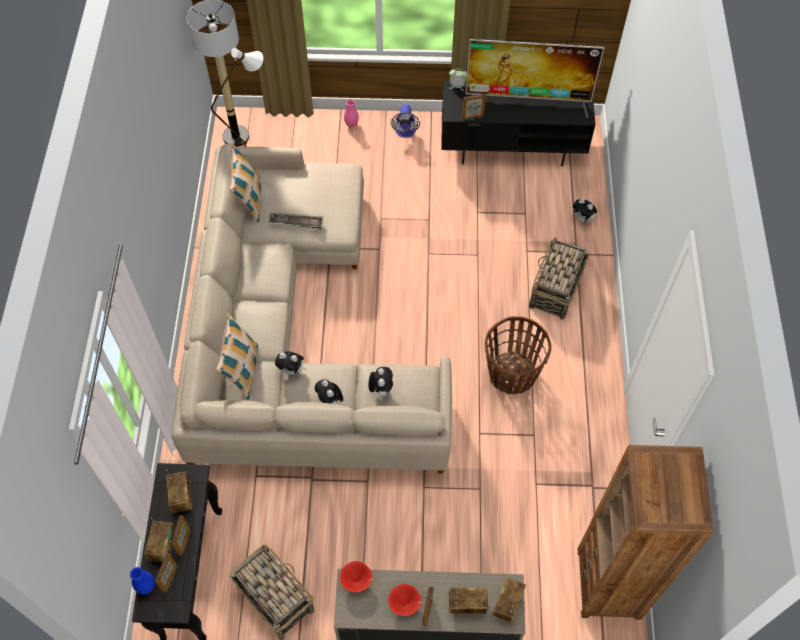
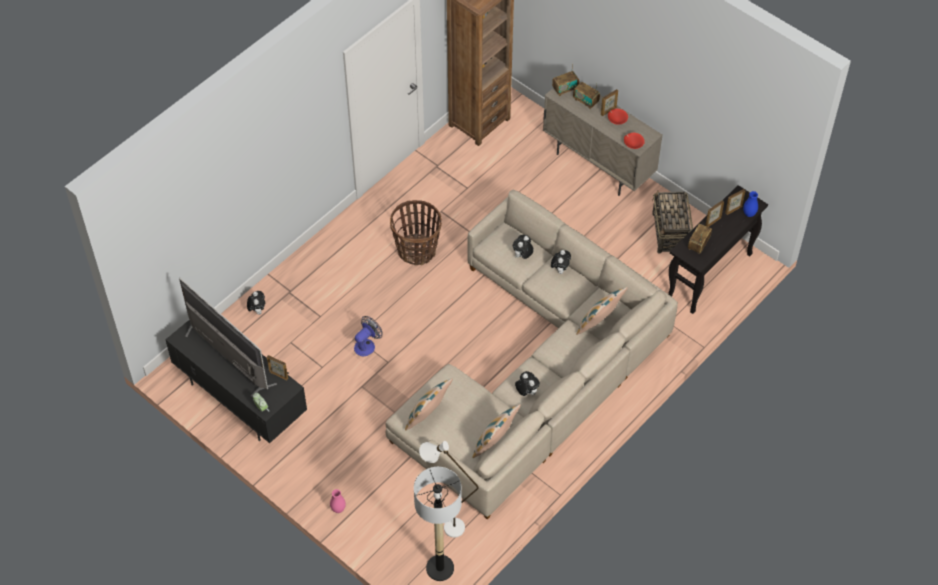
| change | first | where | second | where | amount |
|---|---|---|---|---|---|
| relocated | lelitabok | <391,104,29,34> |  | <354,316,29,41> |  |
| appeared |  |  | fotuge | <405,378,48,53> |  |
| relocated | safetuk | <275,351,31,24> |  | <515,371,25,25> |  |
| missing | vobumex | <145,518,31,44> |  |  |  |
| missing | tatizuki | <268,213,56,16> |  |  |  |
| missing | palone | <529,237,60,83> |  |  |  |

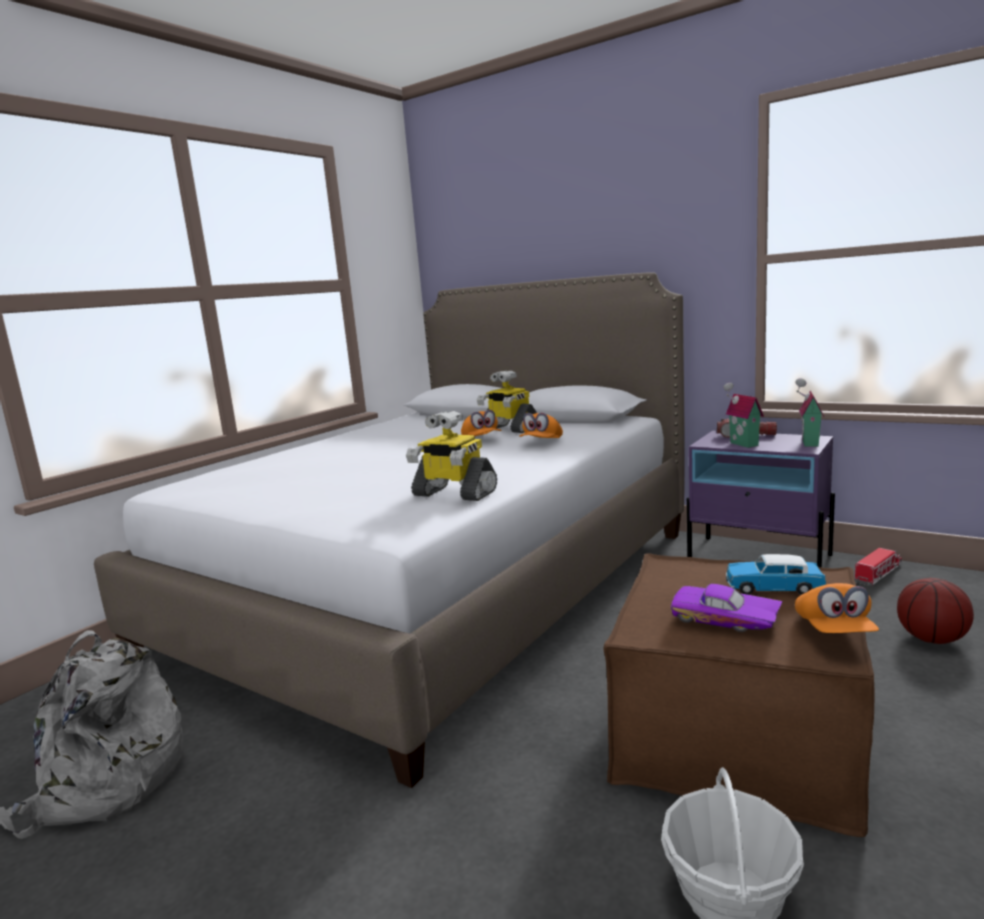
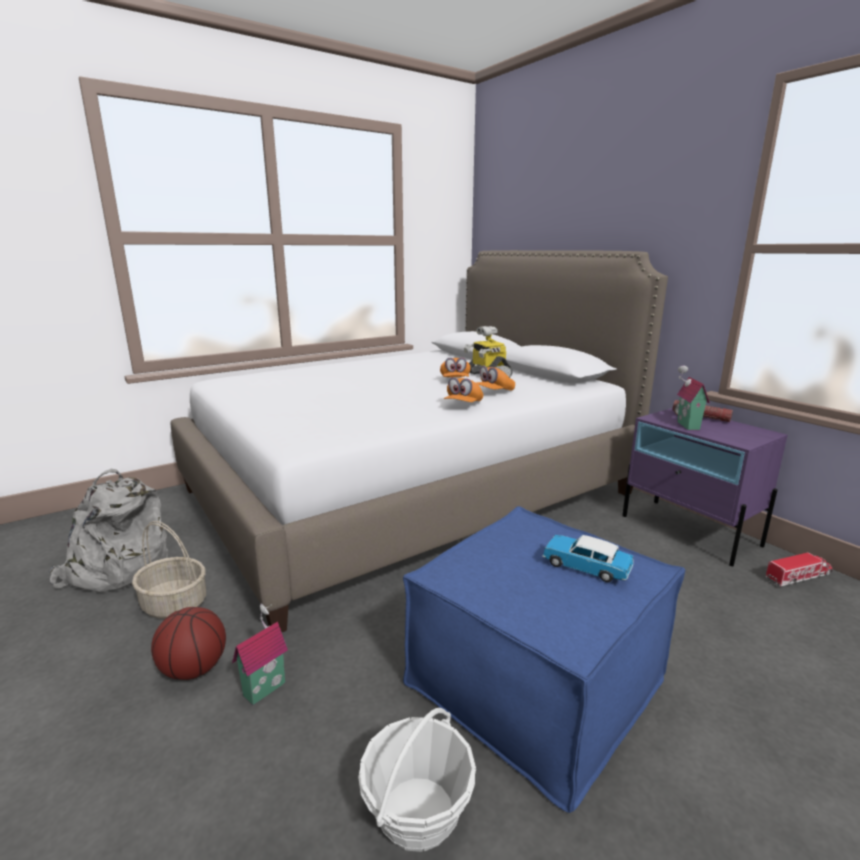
| change | first | where | second | where | amount |
|---|---|---|---|---|---|
| appeared |  |  | palone | <132,521,74,98> |  |
| relocated | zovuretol | <897,578,77,66> |  | <151,607,75,73> |  |
| relocated | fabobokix | <795,378,29,69> |  | <232,603,56,102> |  |
| colour | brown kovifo | <603,553,272,284> | blue kovifo | <403,506,282,307> |  |
| relocated | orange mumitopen | <795,583,84,50> |  | <444,377,39,25> |  |
| missing | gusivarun | <406,411,91,90> |  |  |  |
| missing | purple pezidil | <671,584,112,48> |  |  |  |

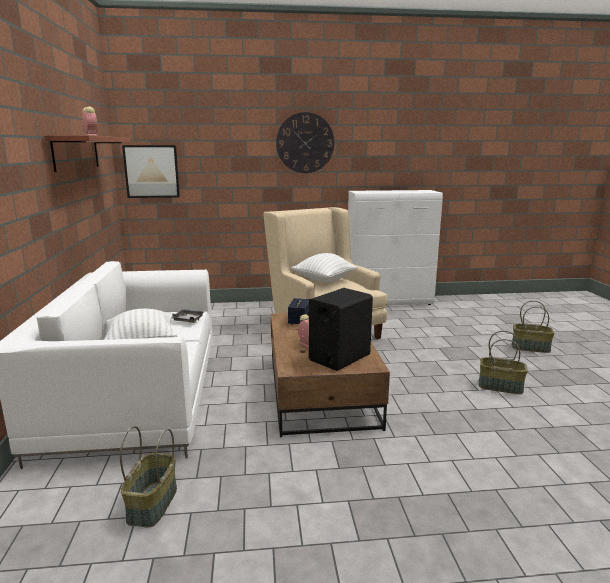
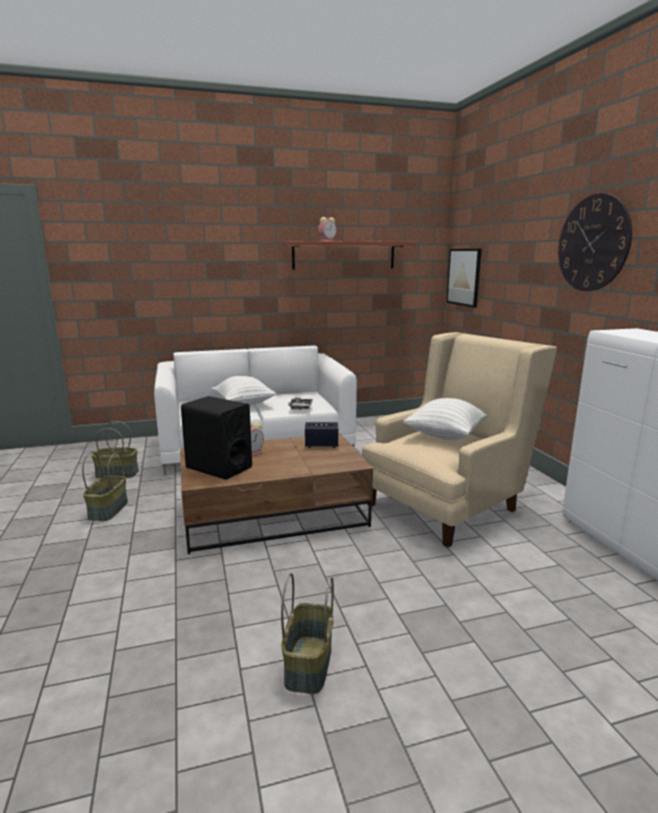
| change | first | where | second | where | amount |
|---|---|---|---|---|---|
| relocated | palone | <512,300,43,53> |  | <82,452,46,69> |  |

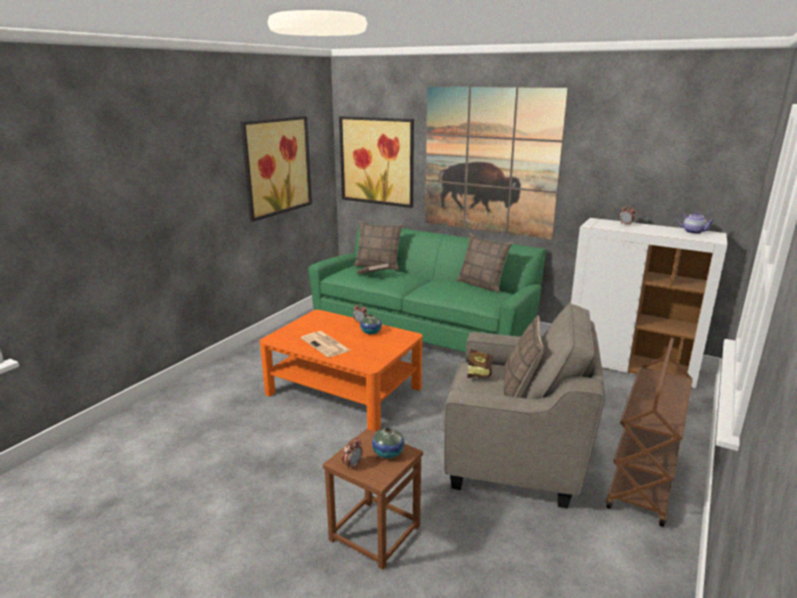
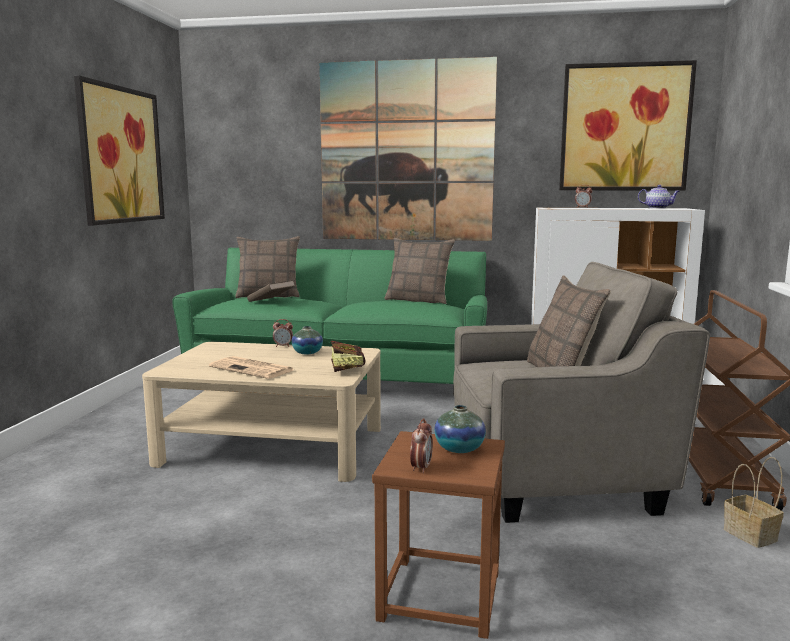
| change | first | where | second | where | amount |
|---|---|---|---|---|---|
| colour | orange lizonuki | <260,310,162,122> | beige lizonuki | <142,342,239,140> |  |
| relocated | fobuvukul | <467,349,26,29> |  | <330,341,36,31> |  |
| relocated | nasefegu | <339,116,75,92> |  | <559,60,138,130> |  |
| appeared |  |  | palone | <724,457,60,91> |  |

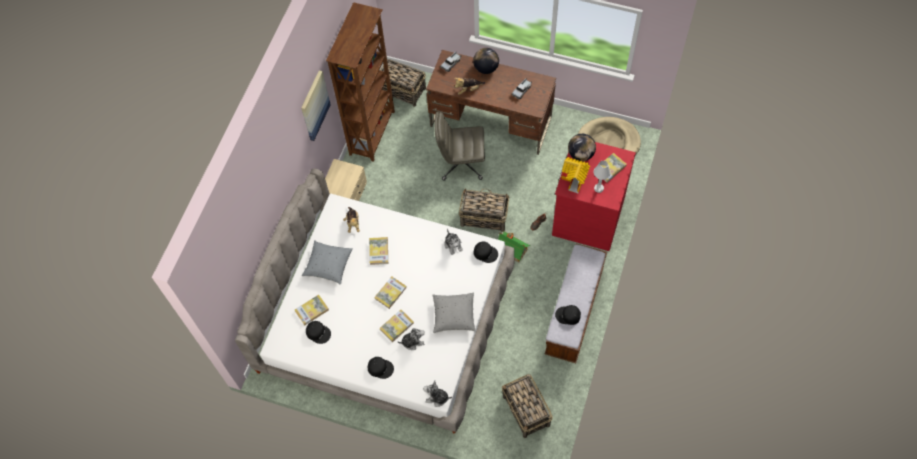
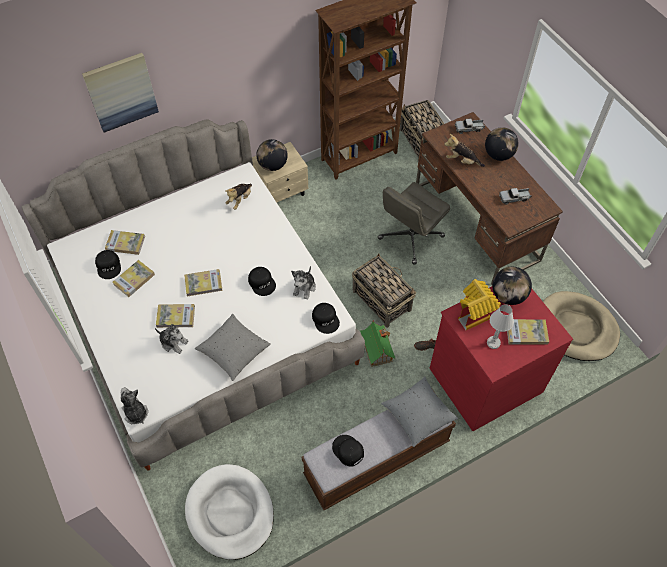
| change | first | where | second | where | amount |
|---|---|---|---|---|---|
| relocated | nasefegu | <301,70,30,71> |  | <82,53,77,79> |  |
| relocated | fobuvukul | <369,237,19,28> |  | <112,260,43,37> |  |
| exchanged | palone | <502,374,51,64> | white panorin | <185,464,89,96> |  |
| relocated | black mumitopen | <368,357,26,22> |  | <248,267,28,29> |  |
| appeared |  |  | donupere | <256,139,32,32> |  |
| spun | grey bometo | <435,112,50,68> |  | <378,182,72,82> | 90 degrees counterclockwise |
| relocated | grey fotuge | <302,240,51,44> |  | <381,376,77,71> |  |

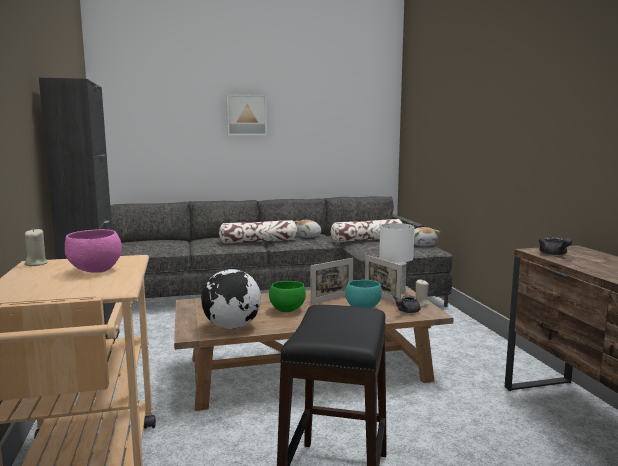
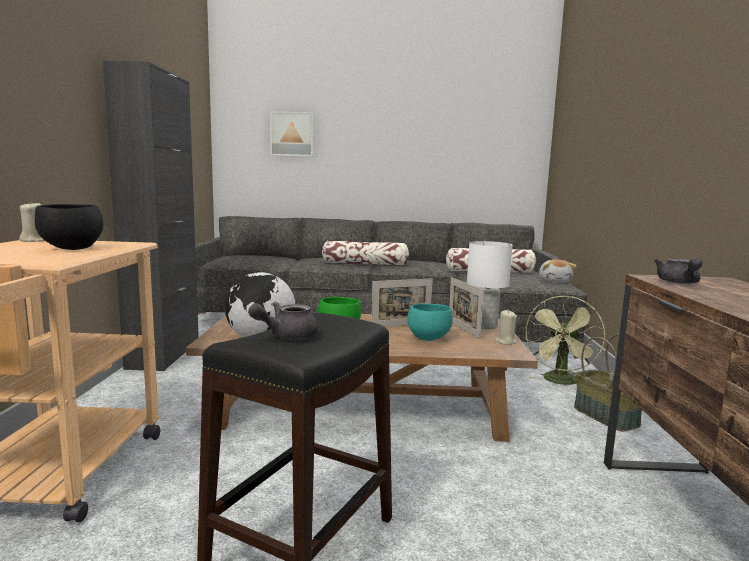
| change | first | where | second | where | amount |
|---|---|---|---|---|---|
| colour | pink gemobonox | <65,229,57,44> | black gemobonox | <35,204,68,46> |  |
| relocated | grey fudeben | <393,295,27,18> |  | <248,302,70,37> |  |
| relocated | nasefegu | <226,94,41,41> |  | <270,111,44,46> |  |
| appeared |  |  | green lelitabok | <525,296,80,89> |  |
| appeared |  |  | palone | <574,334,68,97> |  |
| missing | safetuk | <294,220,27,18> |  |  |  |

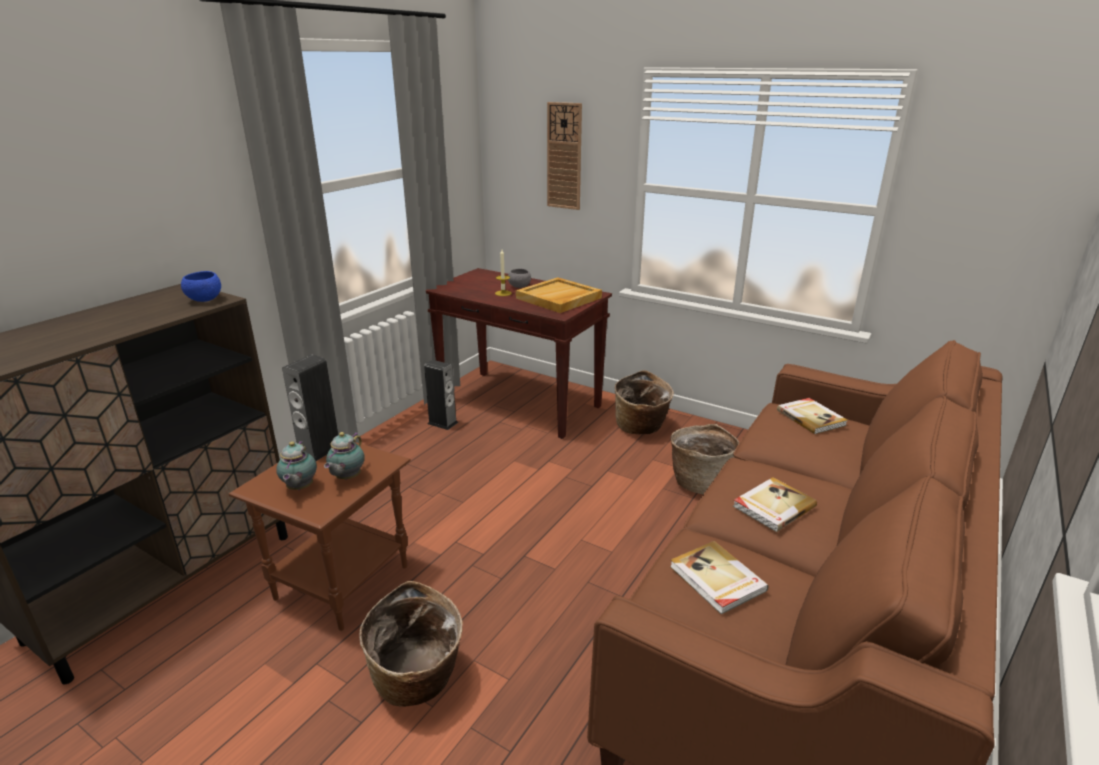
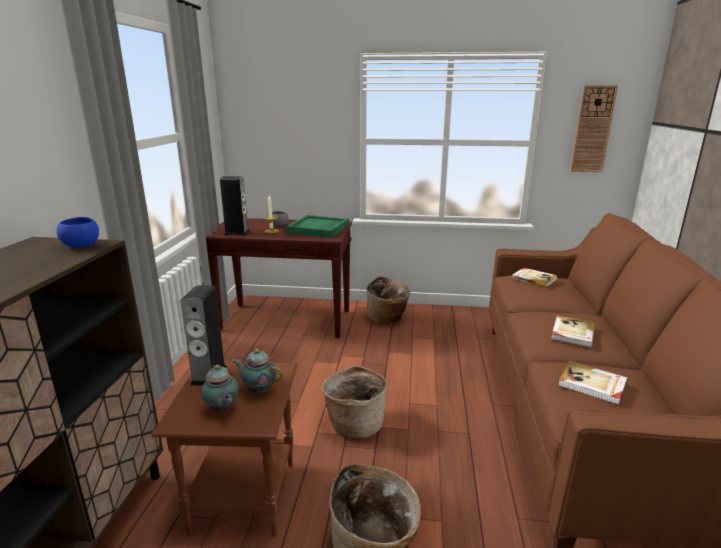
| change | first | where | second | where | amount |
|---|---|---|---|---|---|
| relocated | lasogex | <424,360,34,70> |  | <220,176,29,59> |  |
| spun | fudeben | <324,432,41,48> |  | <232,349,51,45> | 120 degrees clockwise |
| colour | beige tatizuki | <516,277,86,36> | green tatizuki | <286,215,63,23> |  |
| relocated | palone | <671,424,68,70> |  | <322,365,65,73> |  |
| relocated | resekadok | <547,102,35,108> |  | <570,85,48,87> |  |

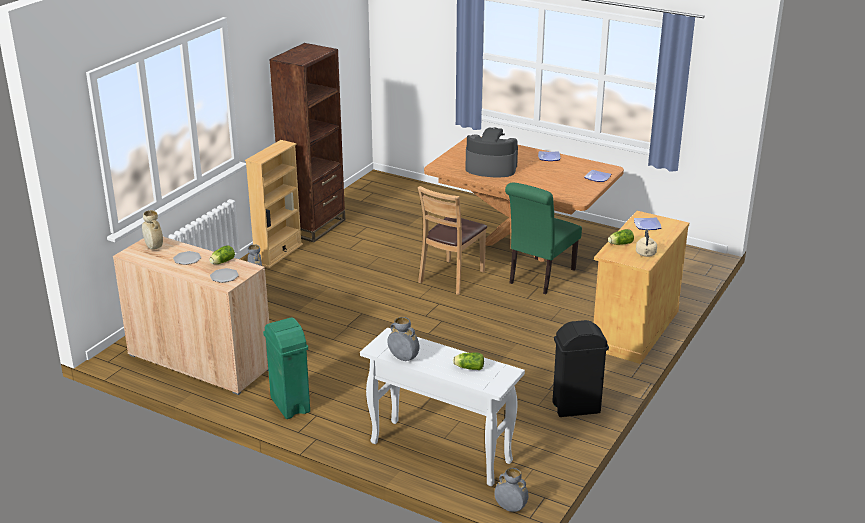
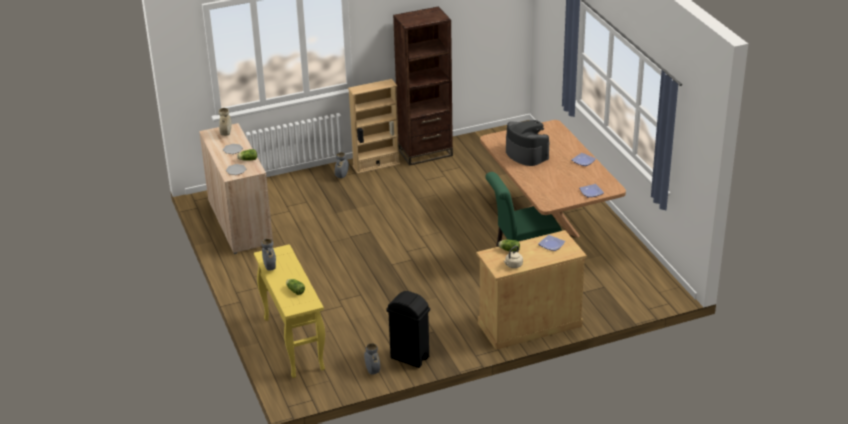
| change | first | where | second | where | amount |
|---|---|---|---|---|---|
| colour | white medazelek | <360,328,165,158> | yellow medazelek | <254,244,71,134> |  |
| relocated | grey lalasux | <495,468,33,44> |  | <364,343,16,31> |  |
| missing | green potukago | <263,317,47,102> |  |  |  |
| missing | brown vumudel | <418,186,69,109> |  |  |  |

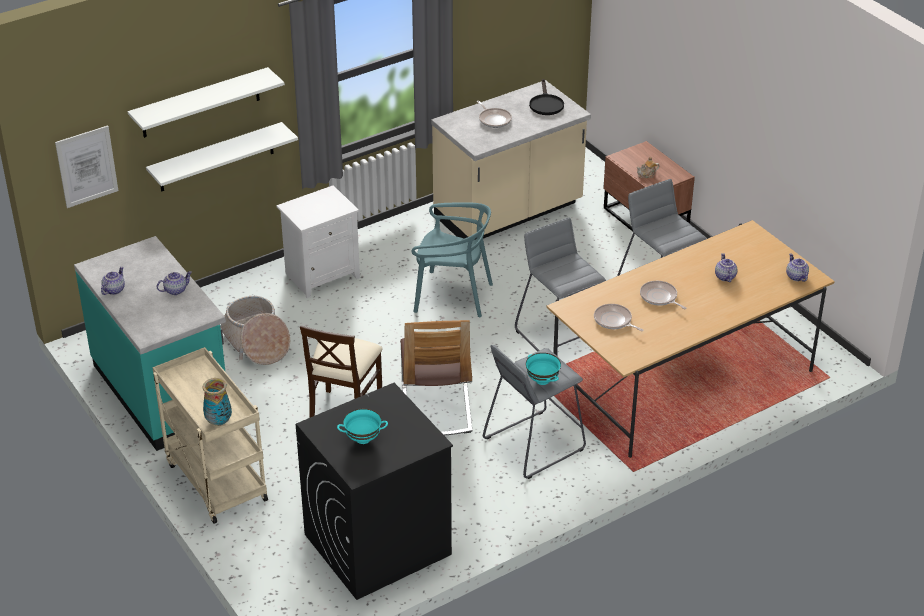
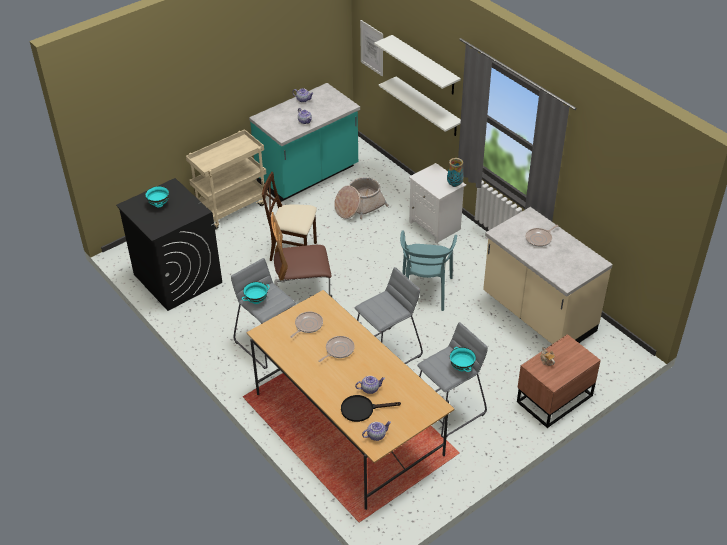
| change | first | where | second | where | amount |
|---|---|---|---|---|---|
| relocated | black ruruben | <529,79,35,36> |  | <341,395,60,27> |  |
| relocated | lalasux | <202,378,30,48> |  | <447,158,17,29> |  |
| appeared |  |  | turquoise gemobonox | <450,347,26,25> |  |

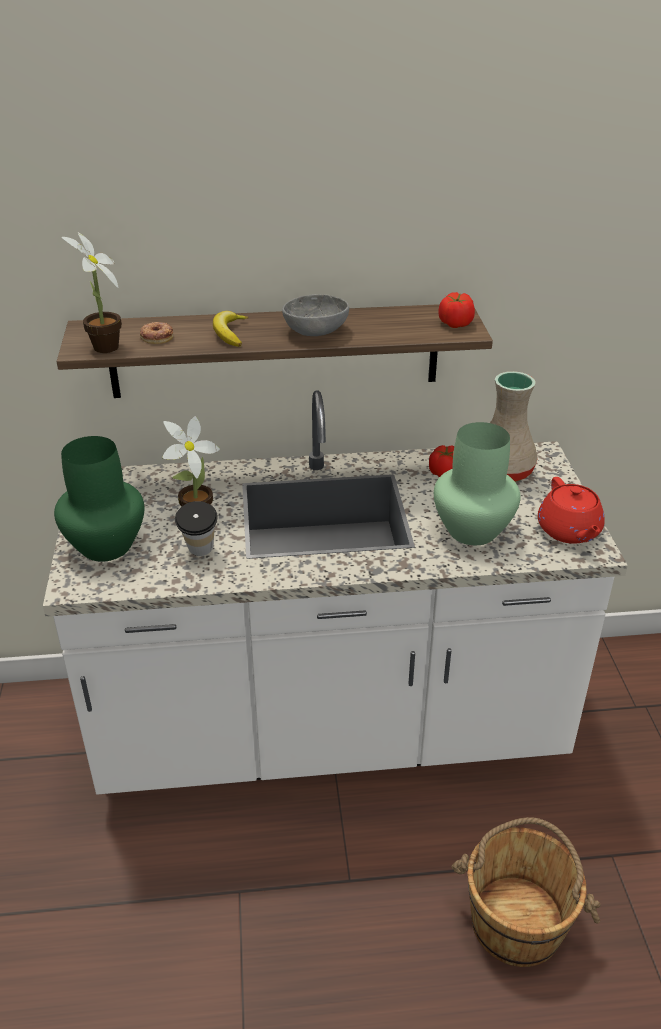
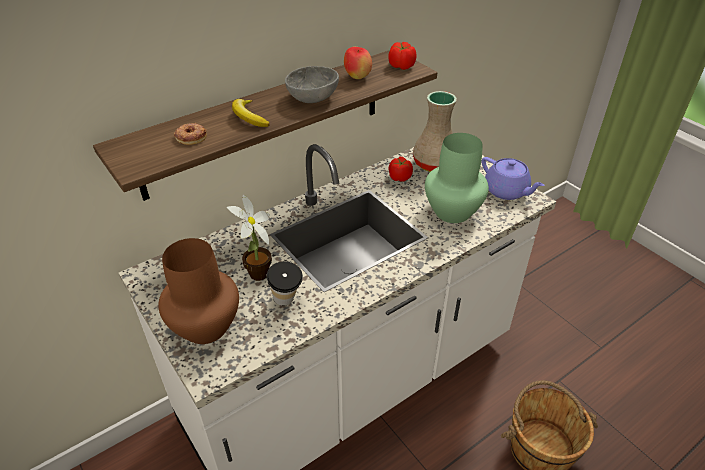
| change | first | where | second | where | amount |
|---|---|---|---|---|---|
| colour | green lalasux | <54,436,90,126> | brown lalasux | <158,238,81,106> |  |
| appeared |  |  | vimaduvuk | <344,47,28,32> |  |
| colour | red fudeben | <538,477,67,67> | purple fudeben | <482,157,63,43> |  |
| missing | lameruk | <62,232,60,121> |  |  |  |

